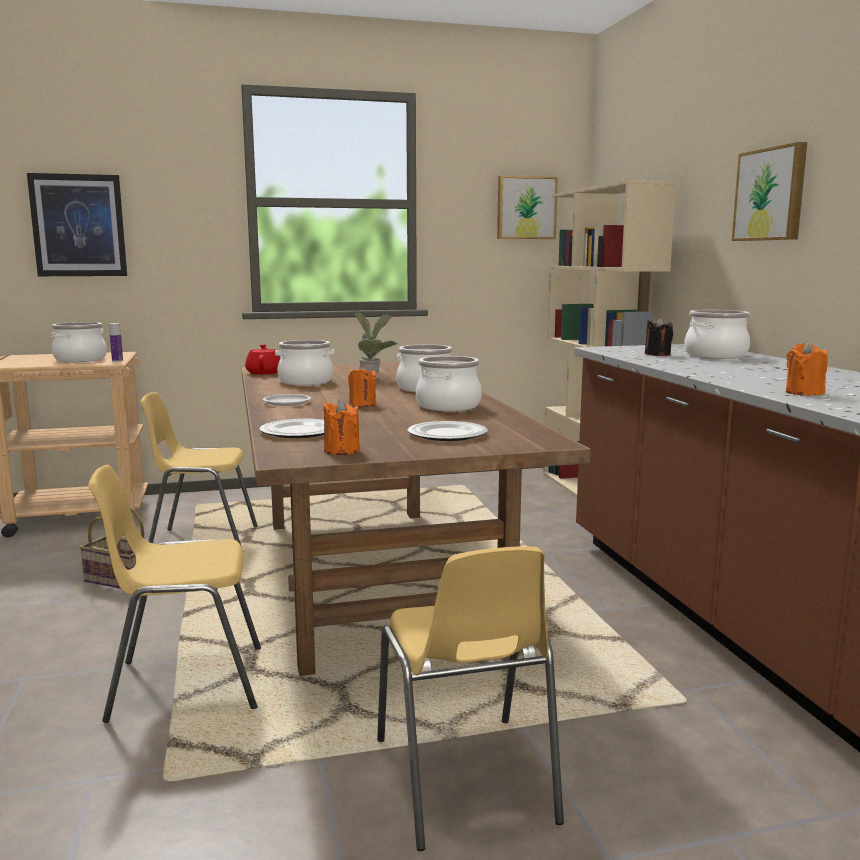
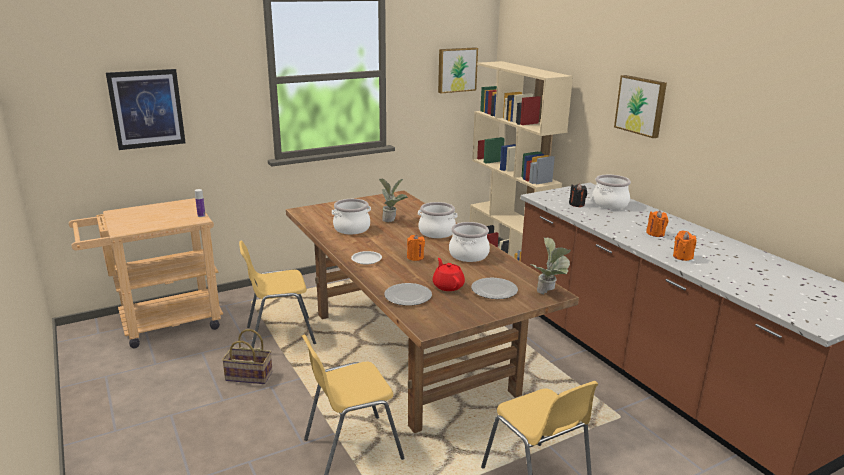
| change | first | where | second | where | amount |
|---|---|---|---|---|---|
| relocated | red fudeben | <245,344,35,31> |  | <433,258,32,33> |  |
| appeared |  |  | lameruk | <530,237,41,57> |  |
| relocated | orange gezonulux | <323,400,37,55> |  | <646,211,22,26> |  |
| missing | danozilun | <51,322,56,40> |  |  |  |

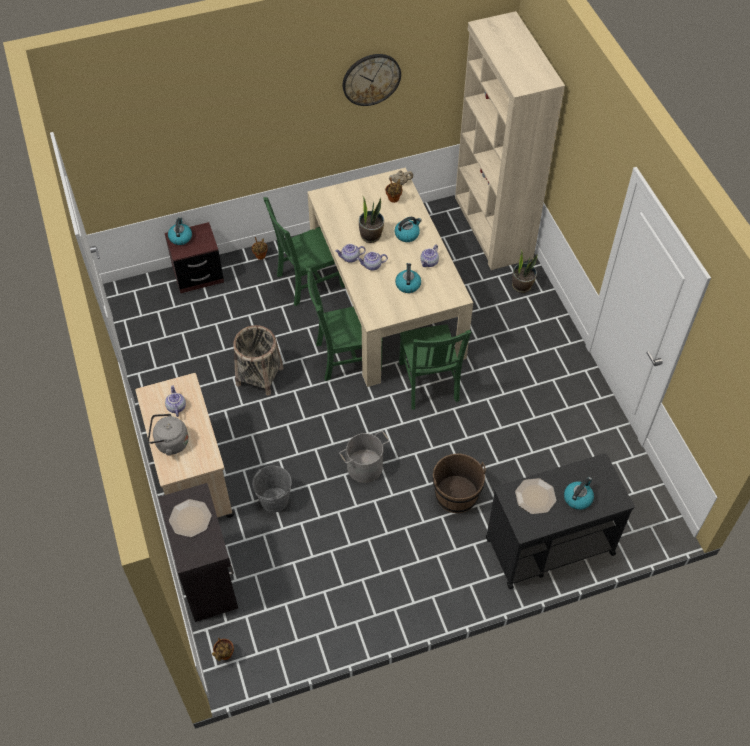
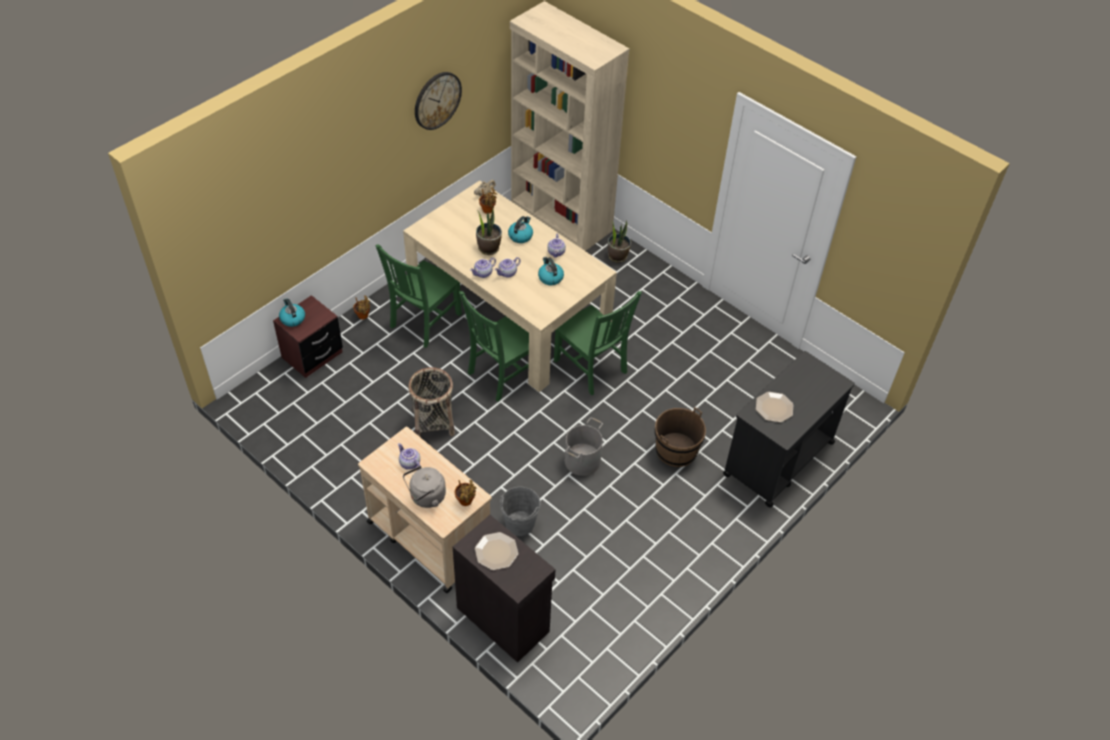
| change | first | where | second | where | amount |
|---|---|---|---|---|---|
| relocated | lameruk | <212,638,22,23> |  | <455,480,22,26> |  |
| missing | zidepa | <564,477,30,33> |  |  |  |

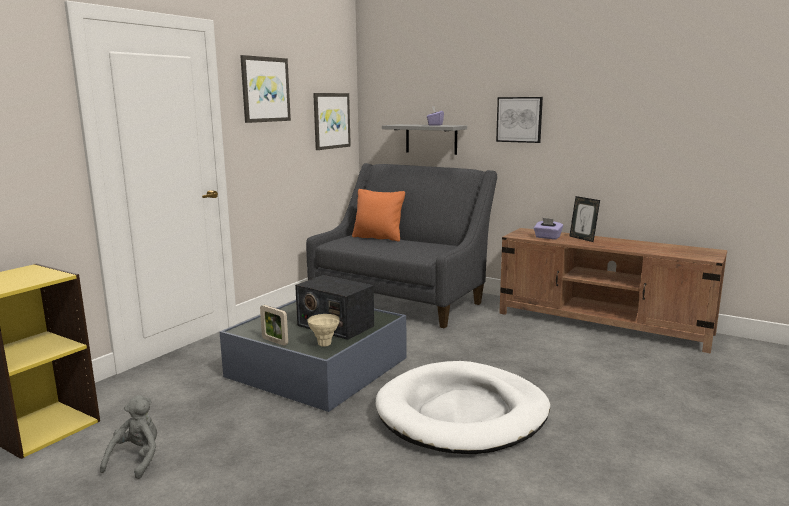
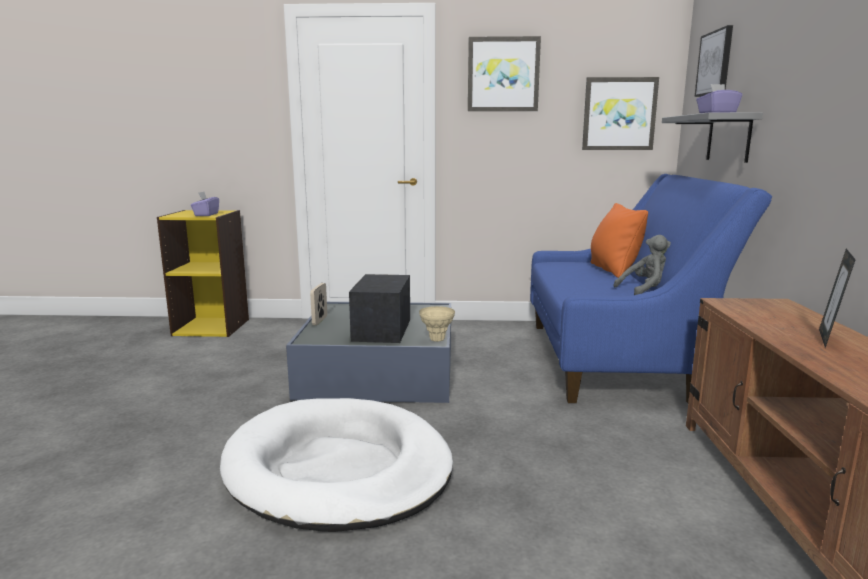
| change | first | where | second | where | amount |
|---|---|---|---|---|---|
| relocated | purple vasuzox | <534,218,29,21> |  | <191,192,28,24> |  |
| relocated | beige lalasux | <307,314,33,33> |  | <419,306,36,36> |  |
| colour | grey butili | <306,163,191,166> | blue butili | <530,174,242,229> |  |
| relocated | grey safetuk | <100,395,57,84> |  | <614,235,57,60> |  |
| relocated | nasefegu | <496,97,47,46> |  | <694,25,39,72> |  |

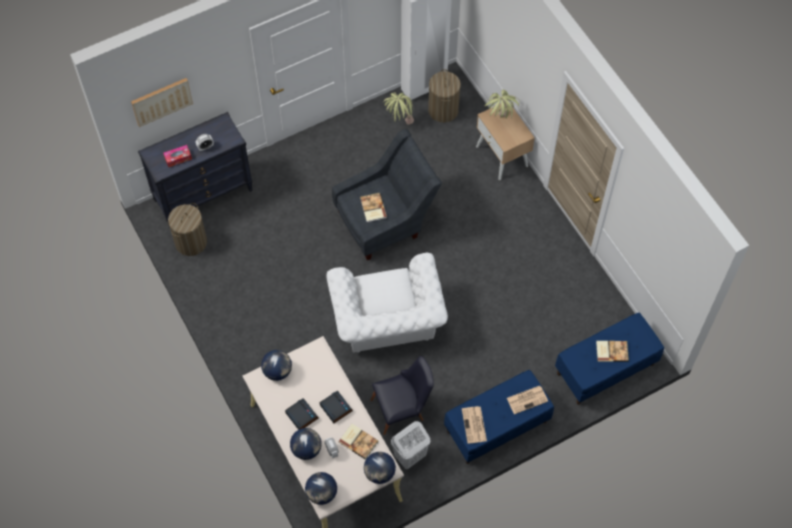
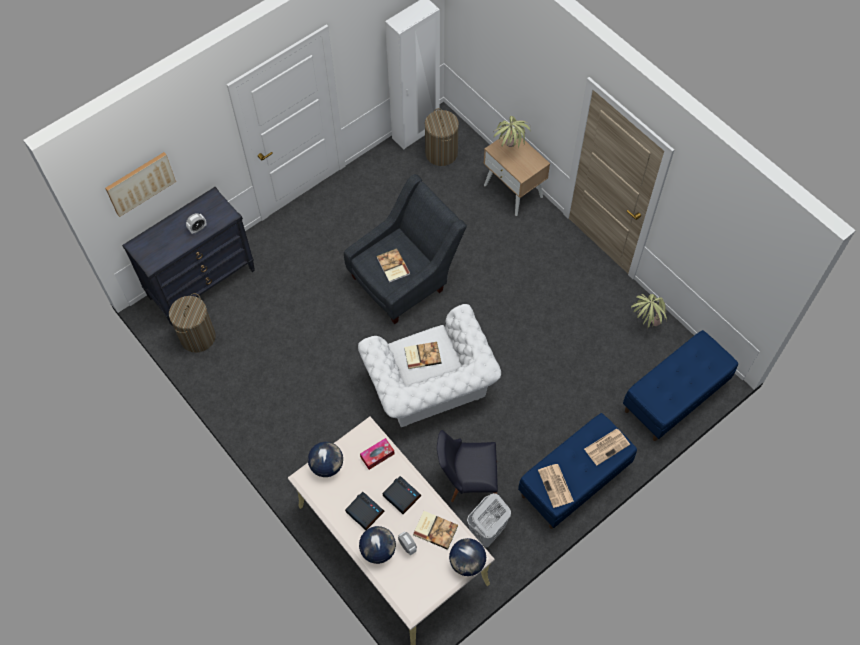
| change | first | where | second | where | amount |
|---|---|---|---|---|---|
| relocated | vasuzox | <163,145,29,22> |  | <360,438,35,32> |  |
| relocated | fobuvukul | <596,341,33,21> |  | <404,342,37,27> |  |
| spun | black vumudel | <371,356,63,79> |  | <437,430,61,72> | 150 degrees counterclockwise |
| relocated | lameruk | <383,92,31,33> |  | <631,294,36,34> |  |
| missing | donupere | <305,472,32,33> |  |  |  |

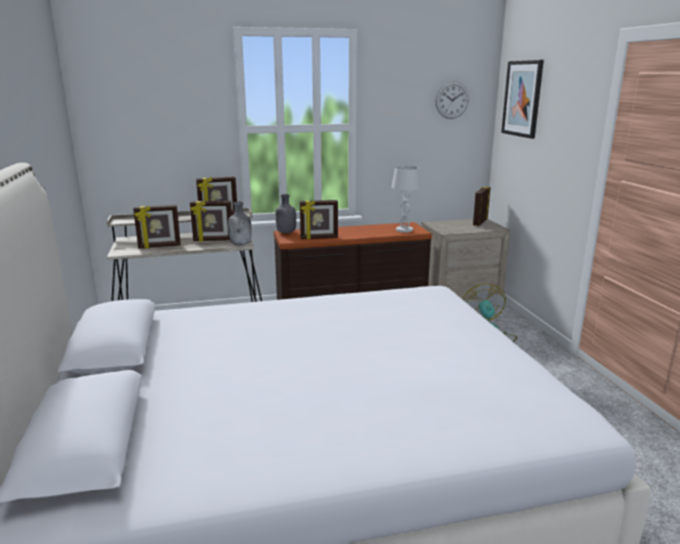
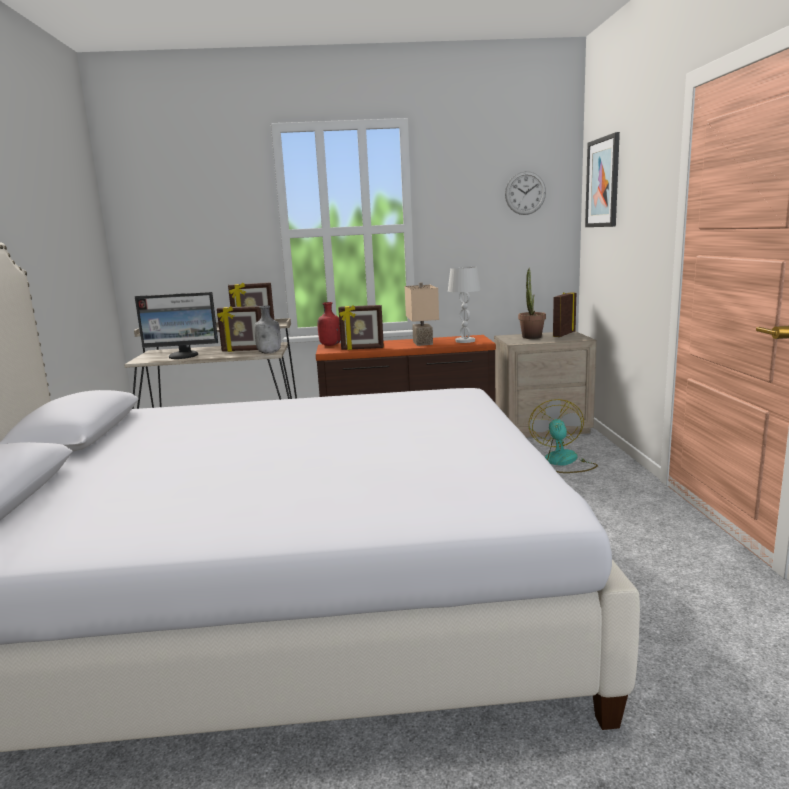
| change | first | where | second | where | amount |
|---|---|---|---|---|---|
| exchanged | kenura | <133,205,48,43> | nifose | <135,292,83,67> |  |
| colour | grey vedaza | <276,194,20,39> | red vedaza | <317,302,24,44> |  |
| appeared |  |  | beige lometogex | <405,283,34,63> |  |
| appeared |  |  | lameruk | <518,267,28,72> |  |

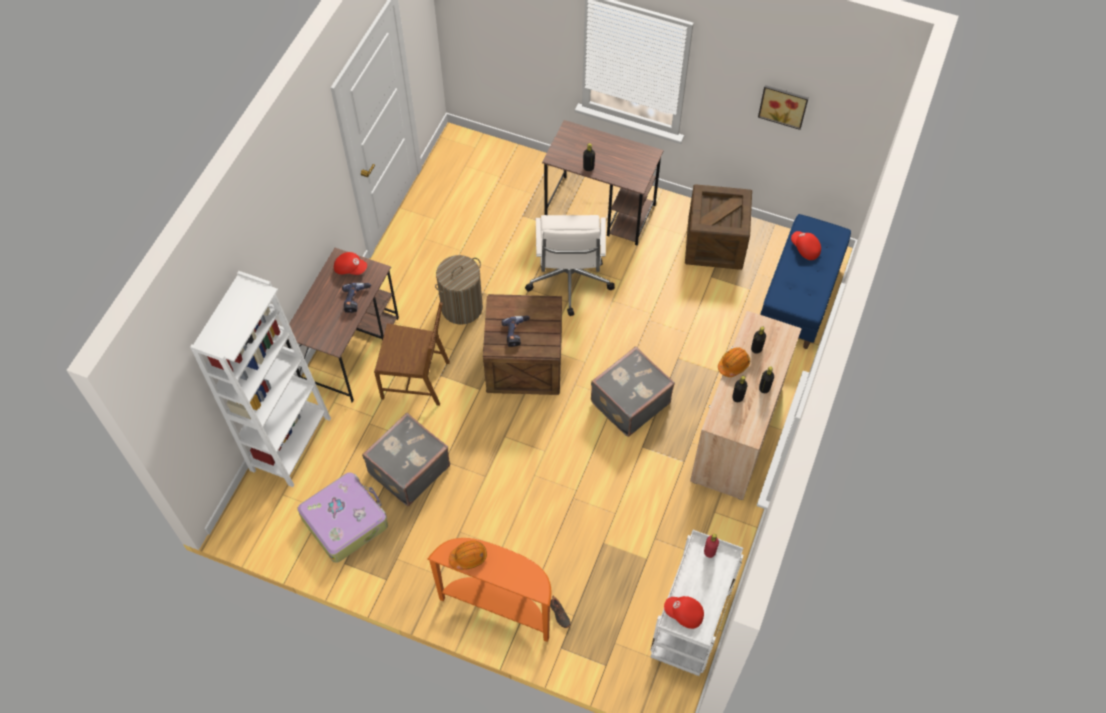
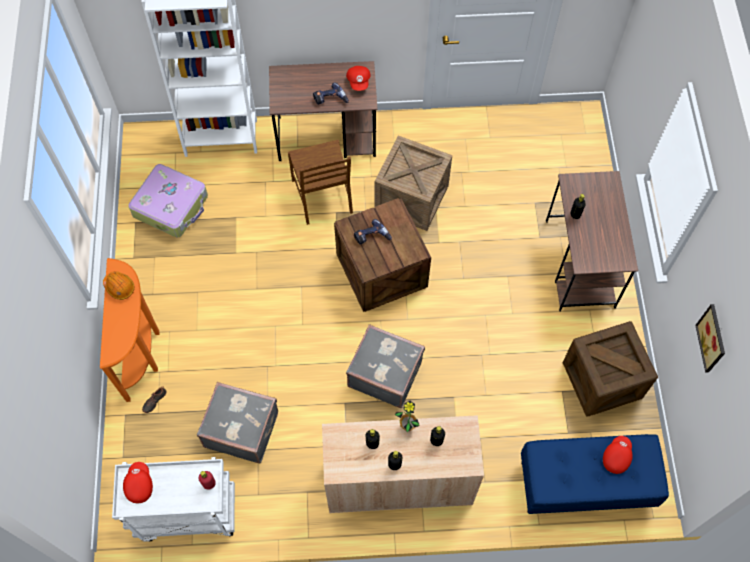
| change | first | where | second | where | amount |
|---|---|---|---|---|---|
| relocated | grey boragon | <362,413,88,93> |  | <197,382,81,81> |  |
| exchanged | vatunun | <435,255,48,70> | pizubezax | <375,135,77,96> |  |
| exchanged | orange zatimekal | <718,347,32,30> | lameruk | <395,401,25,31> |  |
| missing | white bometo | <525,215,90,101> |  |  |  |

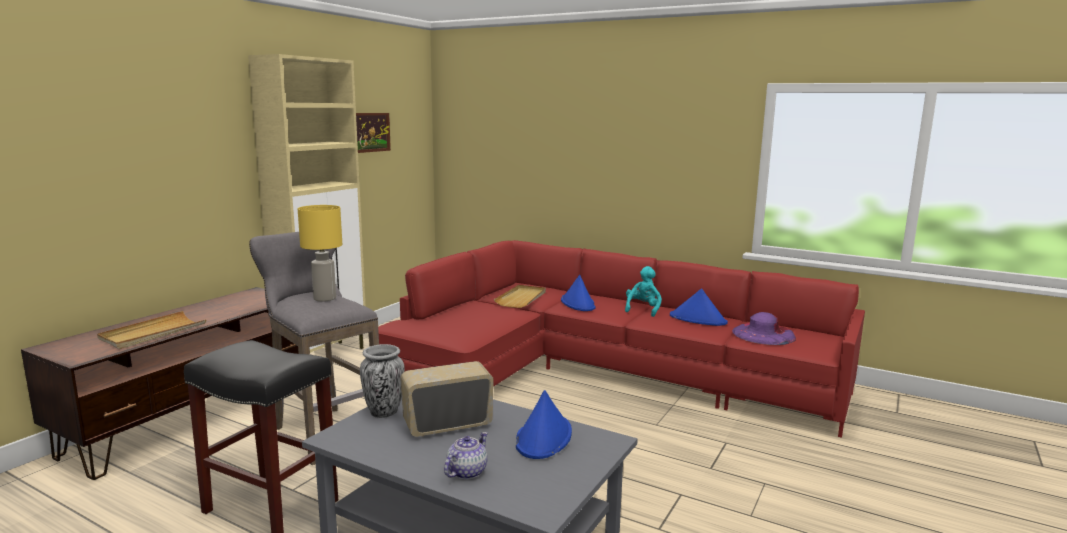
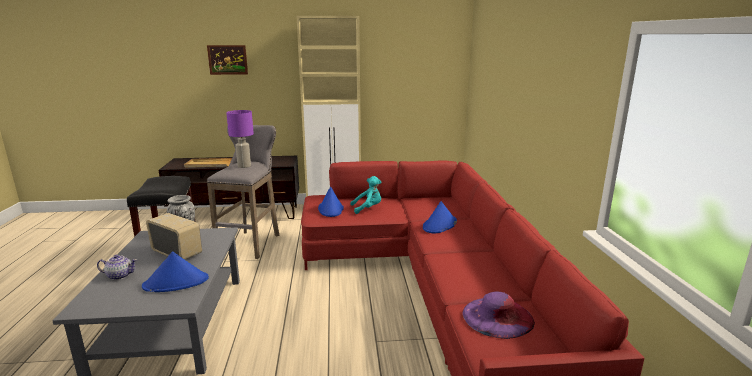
| change | first | where | second | where | amount |
|---|---|---|---|---|---|
| relocated | nasefegu | <356,113,35,40> |  | <207,45,41,30> |  |
| colour | yellow lometogex | <298,205,44,97> | purple lometogex | <226,110,28,58> |  |
| relocated | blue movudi | <670,289,58,37> |  | <318,187,26,30> |  |
| relocated | turquoise safetuk | <625,266,37,51> |  | <350,176,31,38> |  |
| missing | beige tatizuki | <494,285,52,23> |  |  |  |

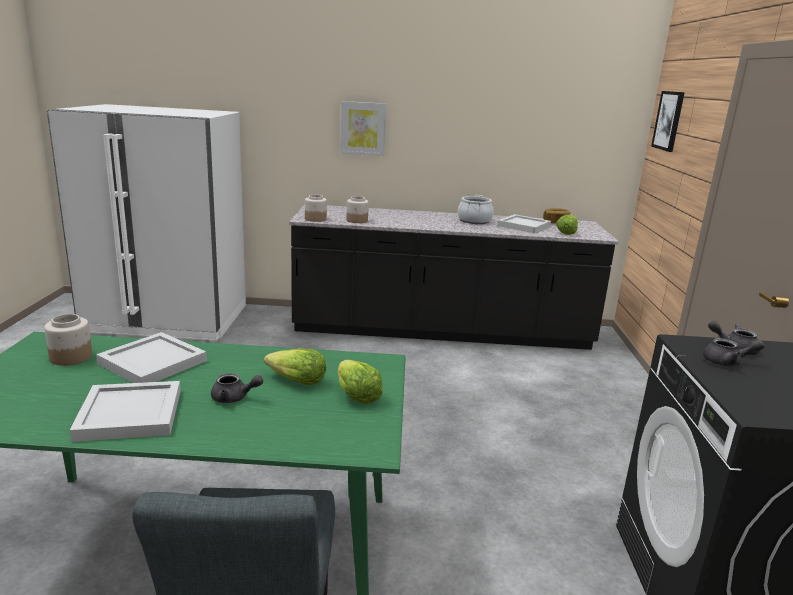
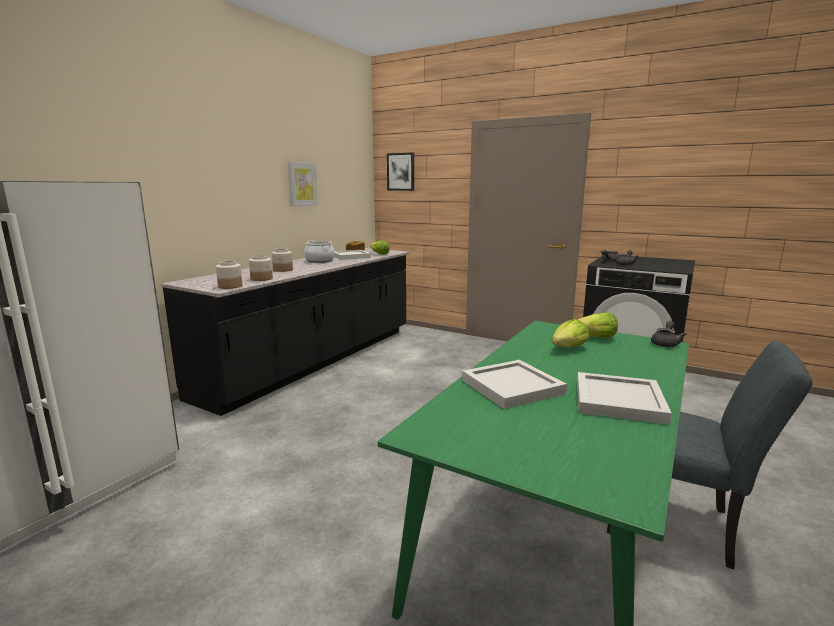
| change | first | where | second | where | amount |
|---|---|---|---|---|---|
| relocated | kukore | <44,314,48,52> |  | <272,248,21,24> |  |
| relocated | nasefegu | <340,101,46,55> |  | <288,162,30,45> |  |
| relocated | grey fudeben | <211,373,52,30> |  | <651,321,36,26> |  |

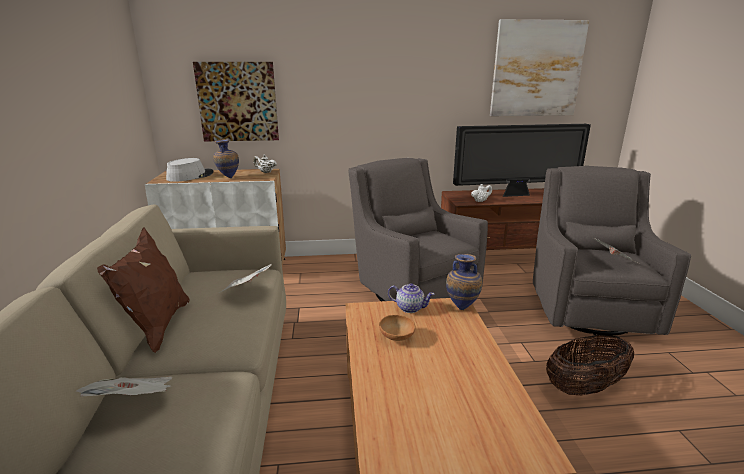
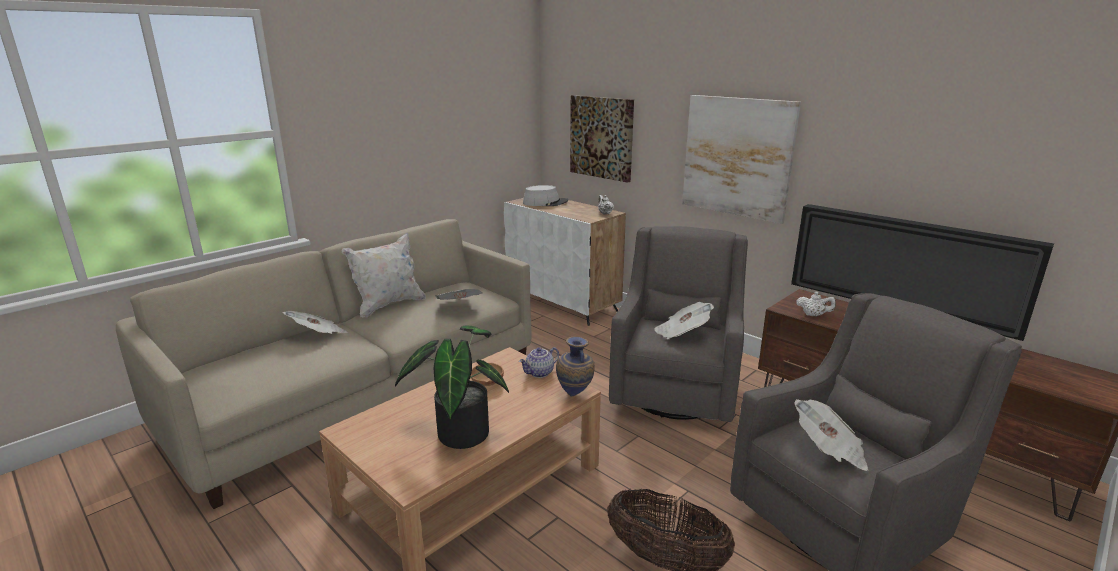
| change | first | where | second | where | amount |
|---|---|---|---|---|---|
| colour | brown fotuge | <97,227,93,126> | white fotuge | <342,233,84,84> |  |
| appeared |  |  | lameruk | <395,325,114,124> |  |
| spun | fudeben | <388,283,47,30> |  | <519,347,40,31> | 75 degrees clockwise |
| appeared |  |  | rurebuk | <654,302,60,38> |  |
| relocated | nasefegu | <490,19,99,97> |  | <682,95,119,129> |  |
| missing | lalasux | <213,139,26,39> |  |  |  |

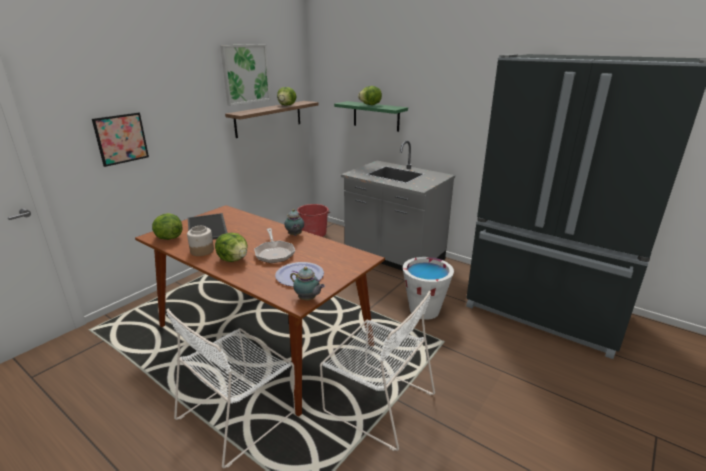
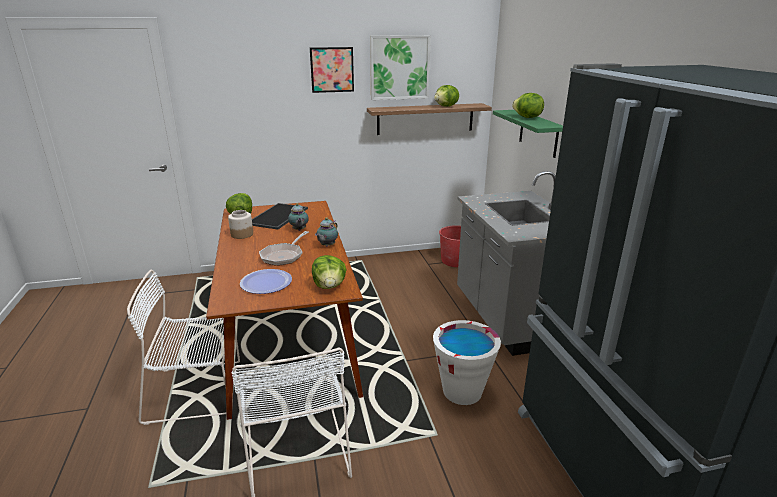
| change | first | where | second | where | amount |
|---|---|---|---|---|---|
| relocated | fudeben | <290,267,35,33> |  | <288,203,21,28> |  |
| relocated | nasefegu | <92,112,57,55> |  | <310,47,44,46> |  |
| relocated | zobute | <215,233,32,29> |  | <312,255,35,34> |  |

